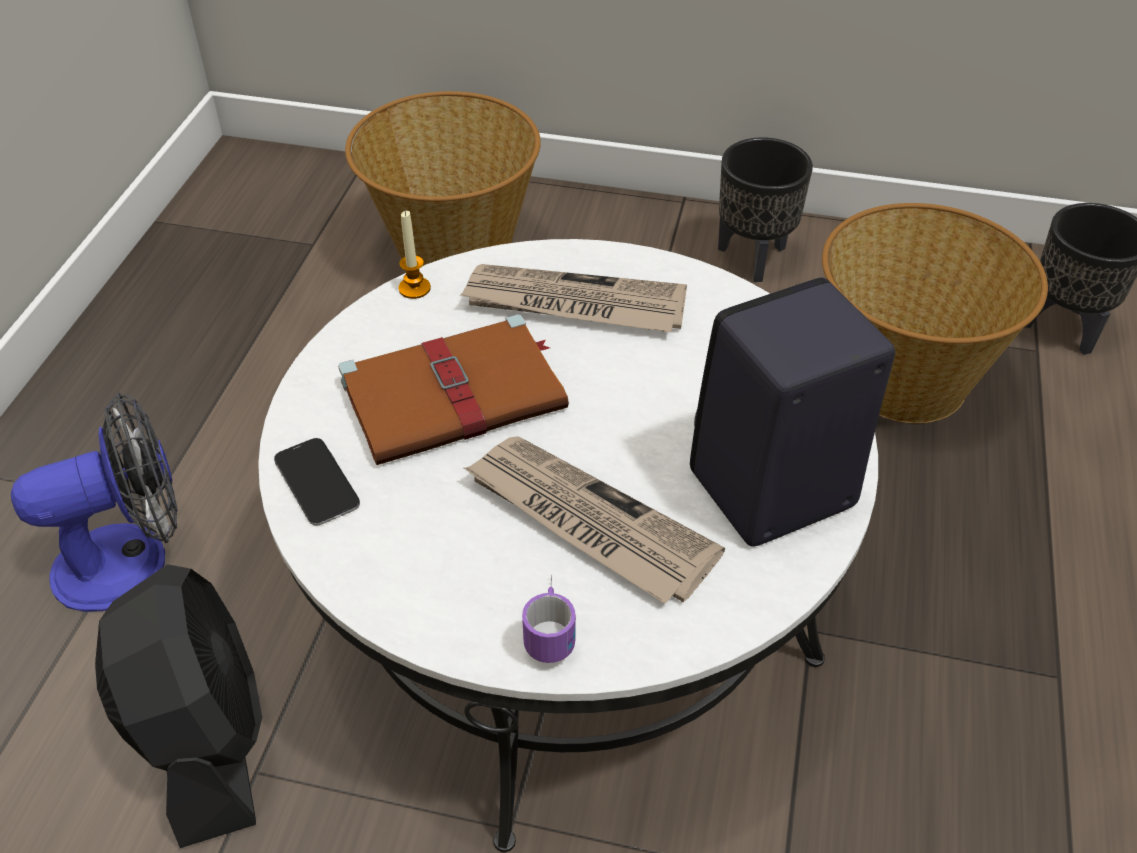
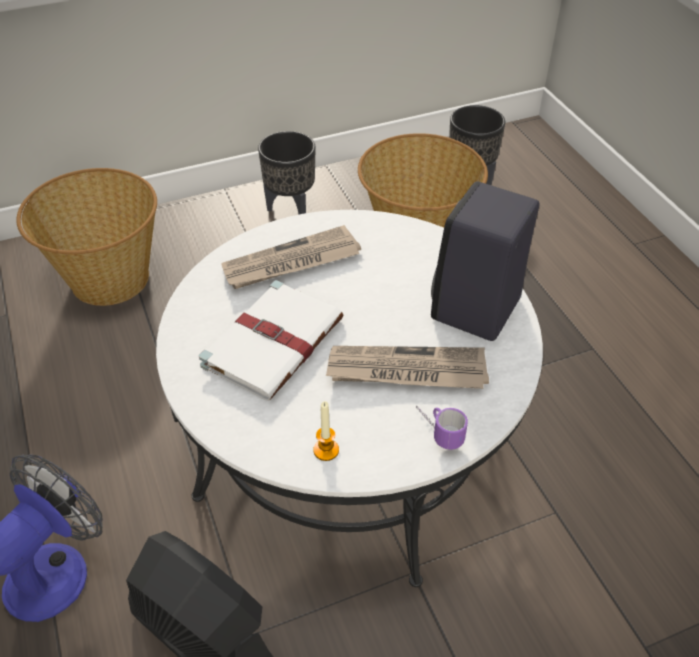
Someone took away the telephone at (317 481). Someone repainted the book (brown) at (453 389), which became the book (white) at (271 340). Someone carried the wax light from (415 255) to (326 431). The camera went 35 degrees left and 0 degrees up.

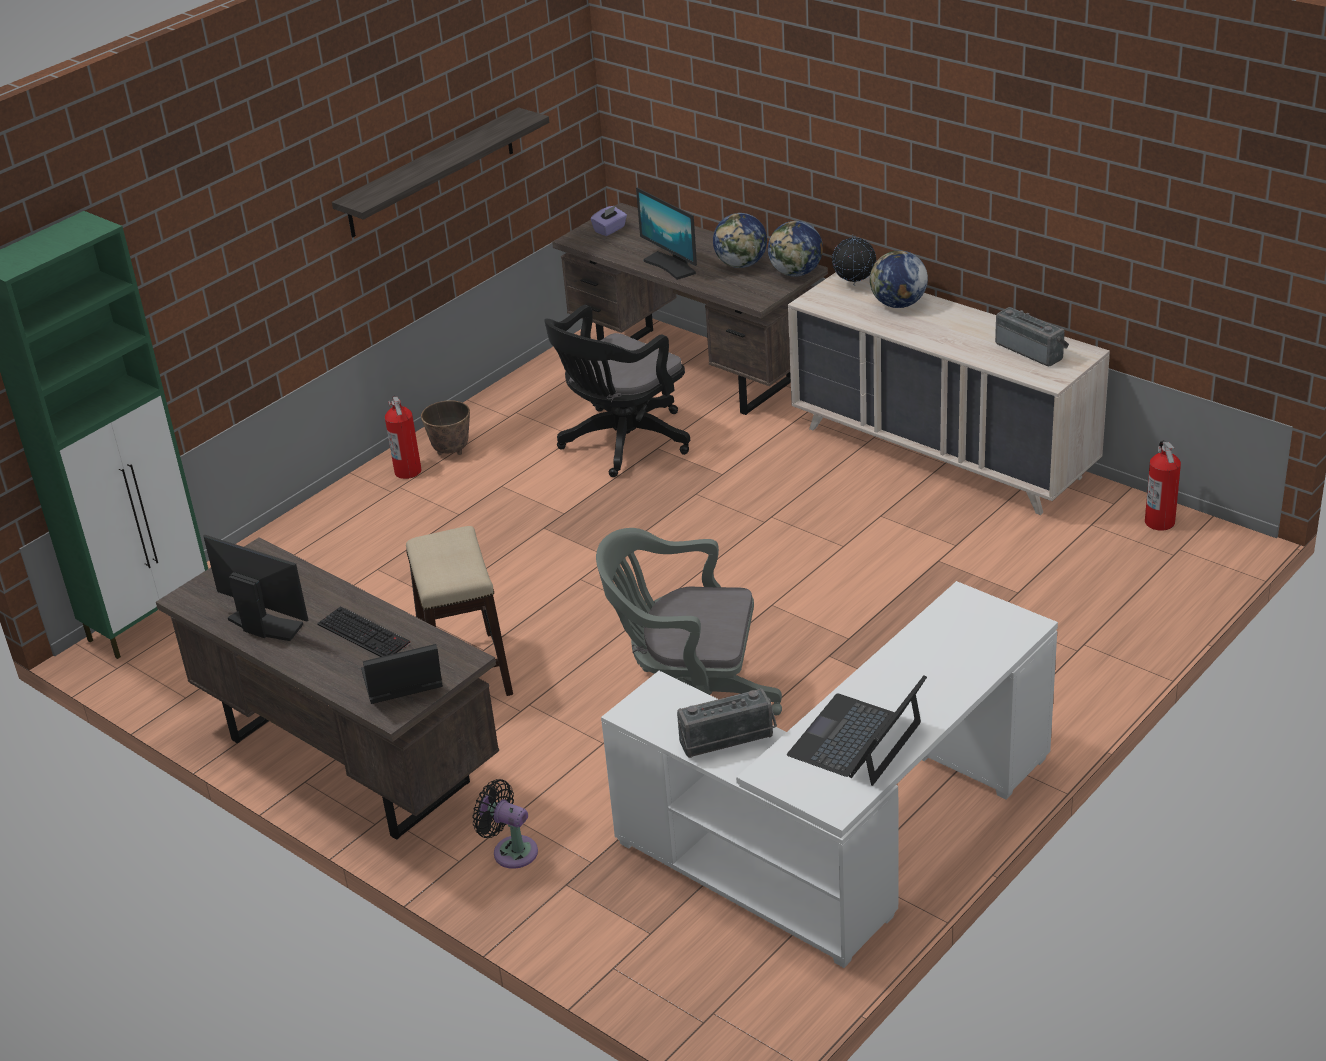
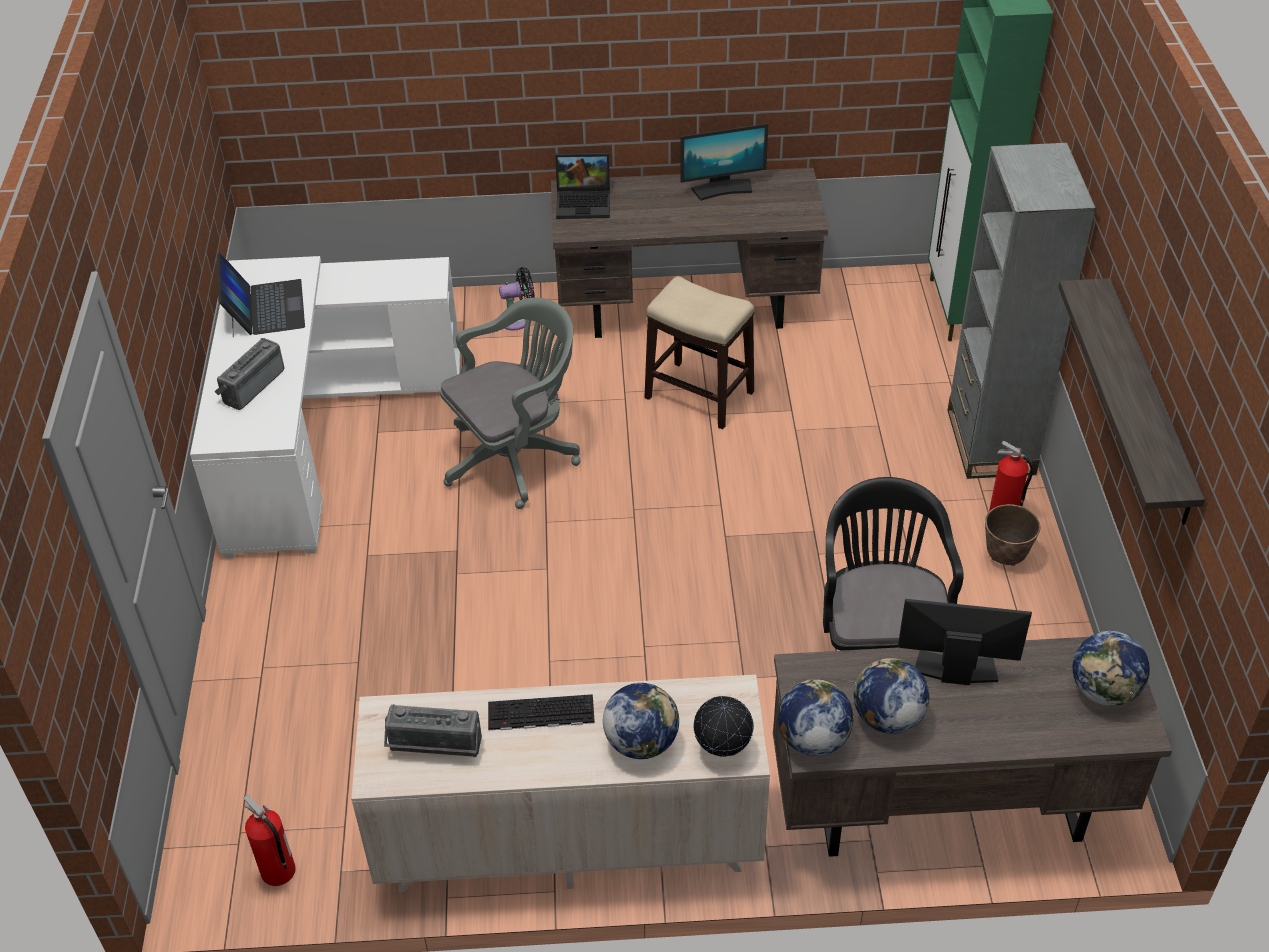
Someone carried the keyboard from (363 631) to (541 712). Someone rotated the laptop at (402 674) by 60 degrees clockwise. Someone swapped the box of tissues (purplish) at (609 220) for the globe at (1111 668). Someone carried the radio from (727 723) to (249 374). Someone put down the bookshelf (gray) at (1021 311). The camera went 135 degrees right and 10 degrees up.

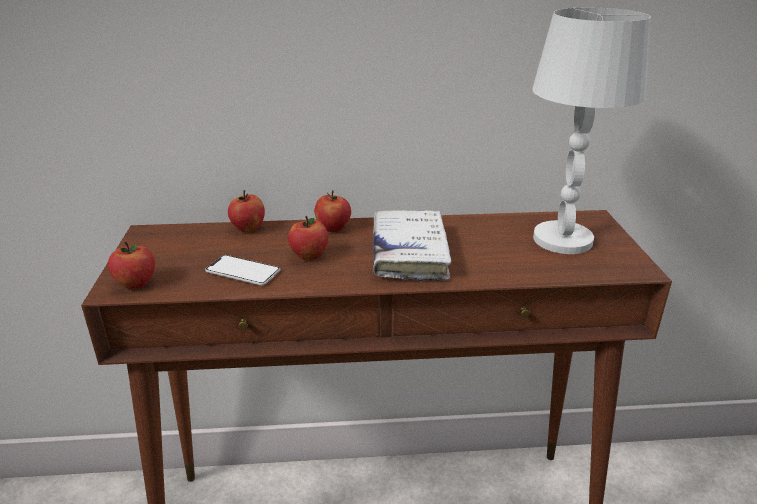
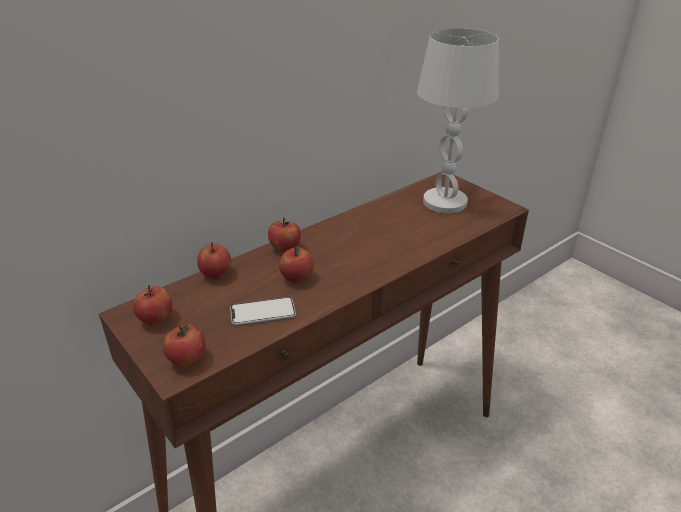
Someone took away the book (white) at (412 246). Someone put down the apple at (153 305). The camera went 35 degrees left and 5 degrees up.

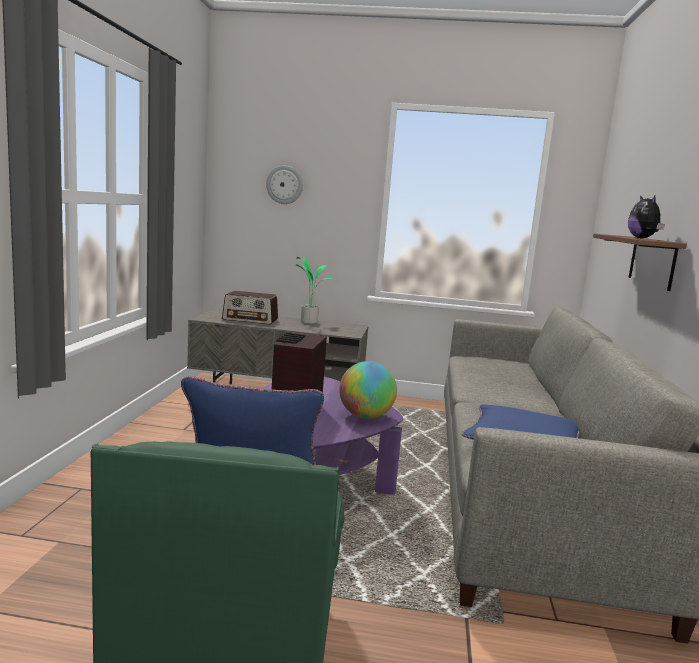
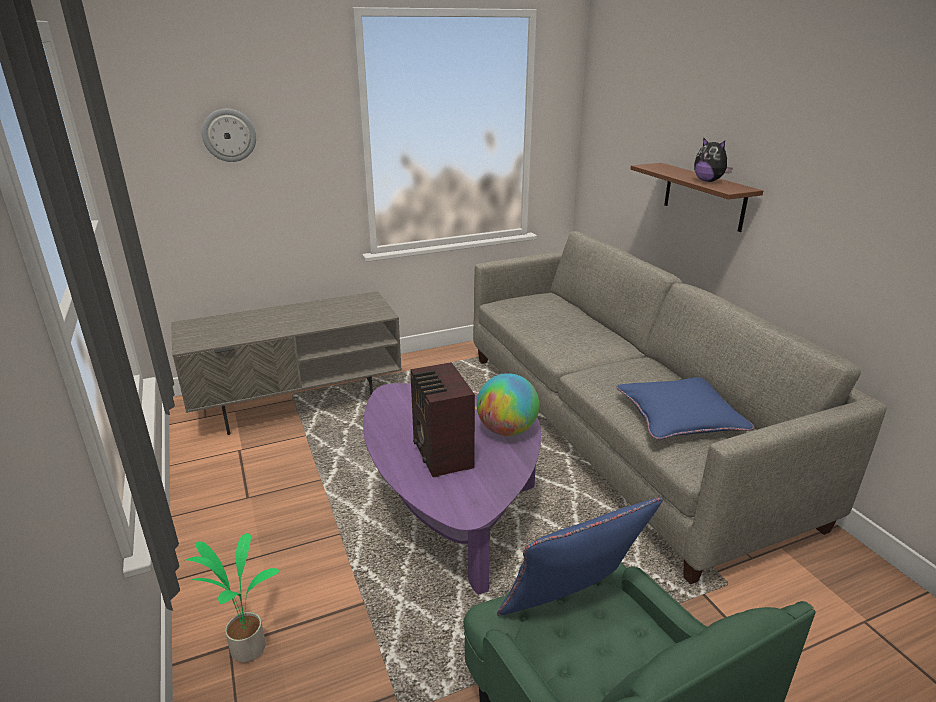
Someone took away the radio at (250 308). Someone carried the houseplant from (314 290) to (233 597). The camera went 30 degrees left and 15 degrees up.

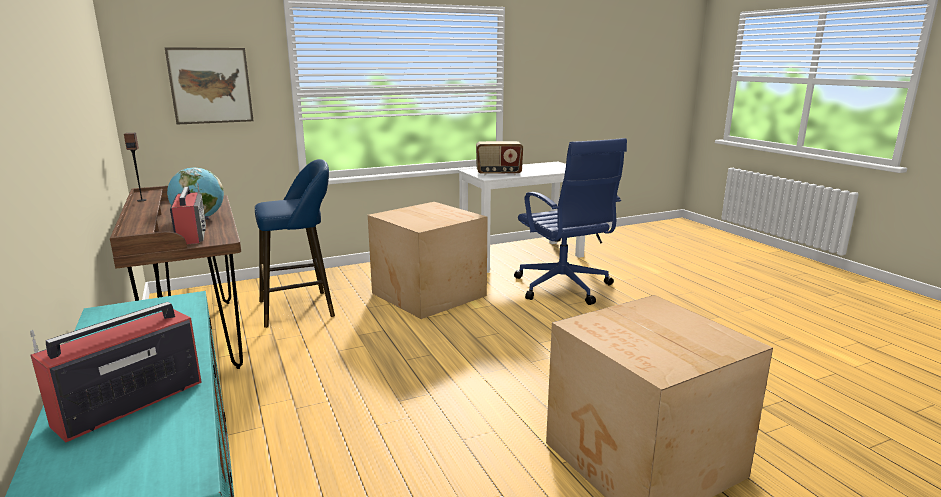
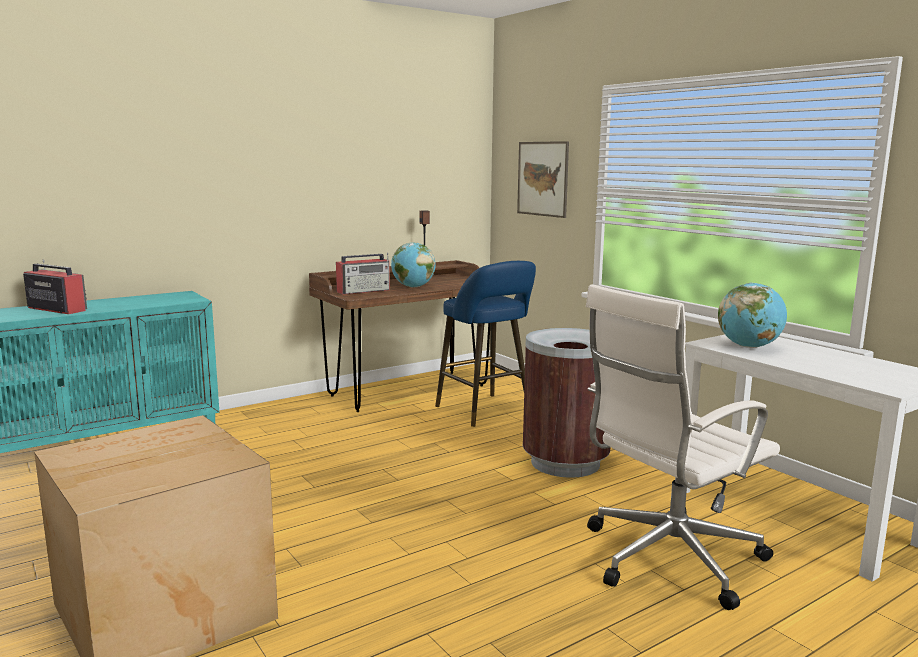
Someone swapped the cardboard box at (428 260) for the trash can (brown) at (566 402). Someone swapped the radio at (499 158) for the globe at (752 315). Someone repainted the desk chair (blue-coloured) at (570 221), which became the desk chair (white) at (683 447). The camera went 80 degrees right and 5 degrees down.

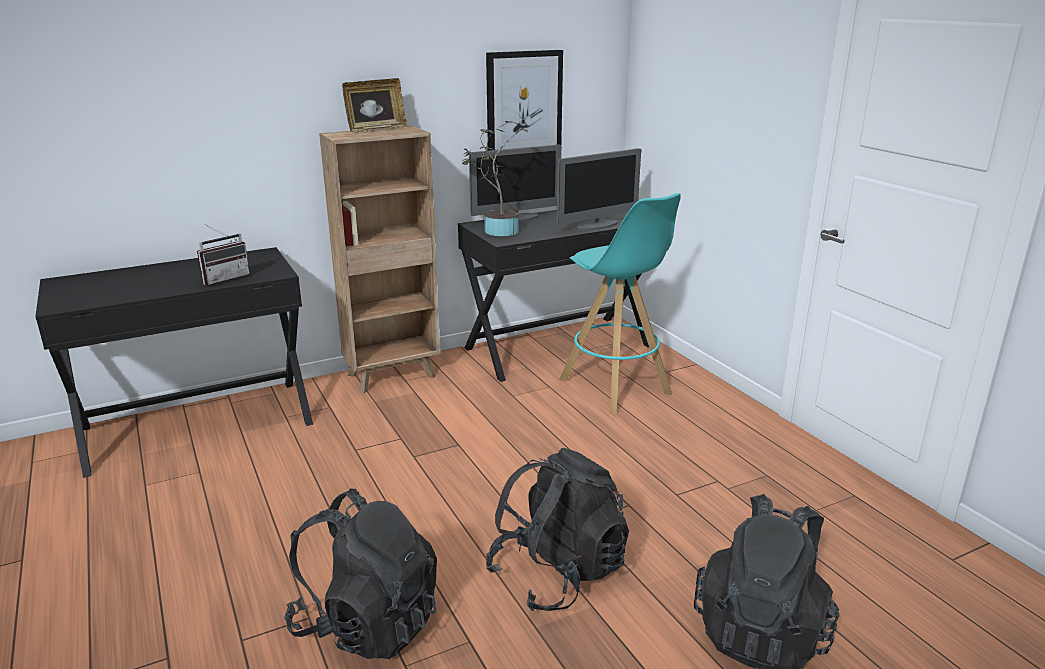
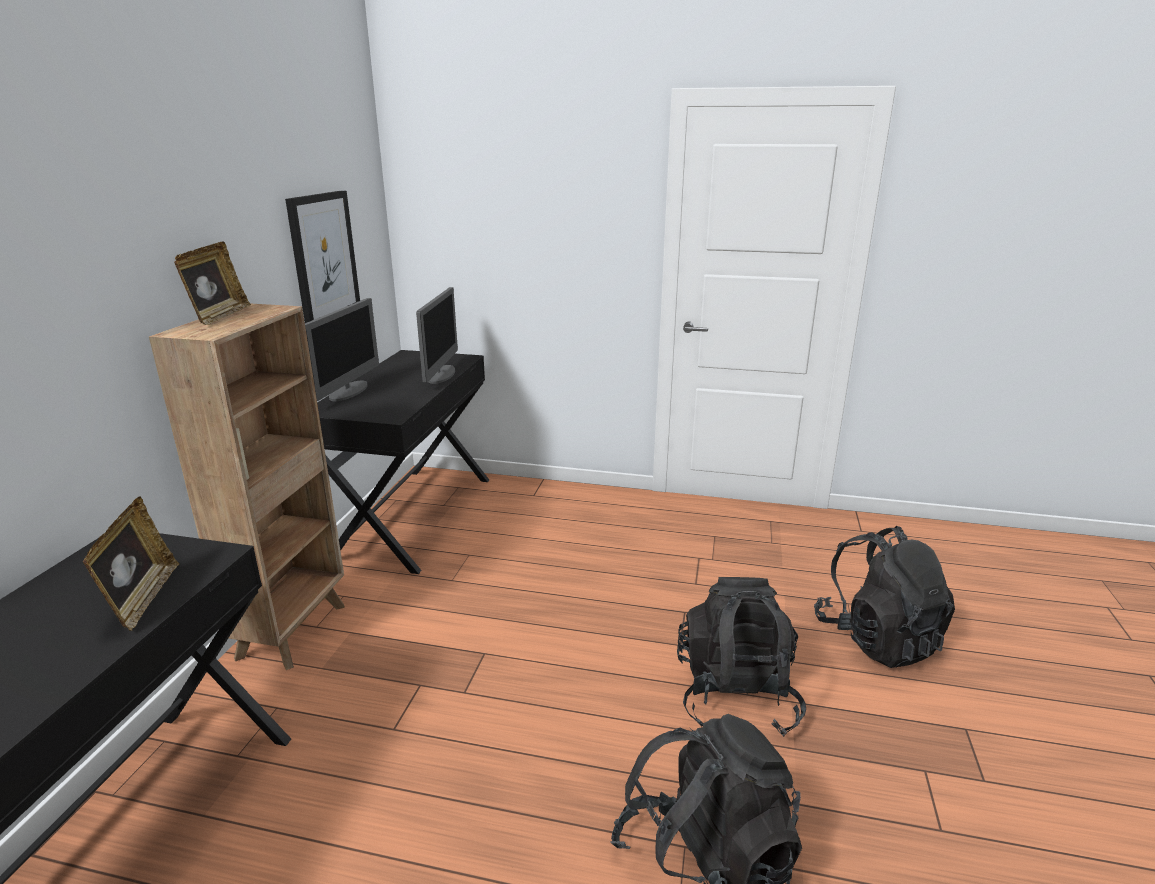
Someone swapped the radio at (223 254) for the photo frame at (131 563). Someone took away the houseplant at (495 178). Someone took away the stool (turquoise) at (620 303). The camera went 50 degrees left and 0 degrees up.

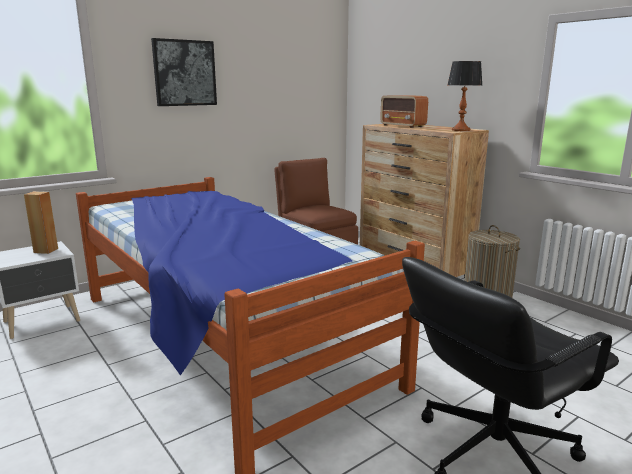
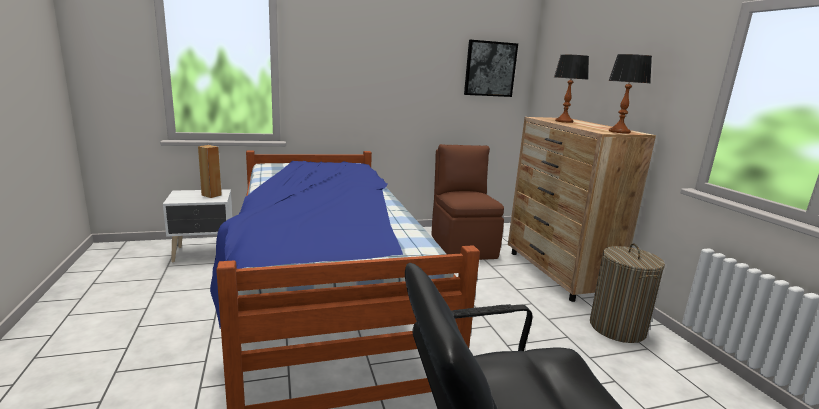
Someone carried the wall art from (184 72) to (491 68). Someone swapped the radio at (404 111) for the table lamp at (571 88). The camera went 20 degrees right and 0 degrees up.

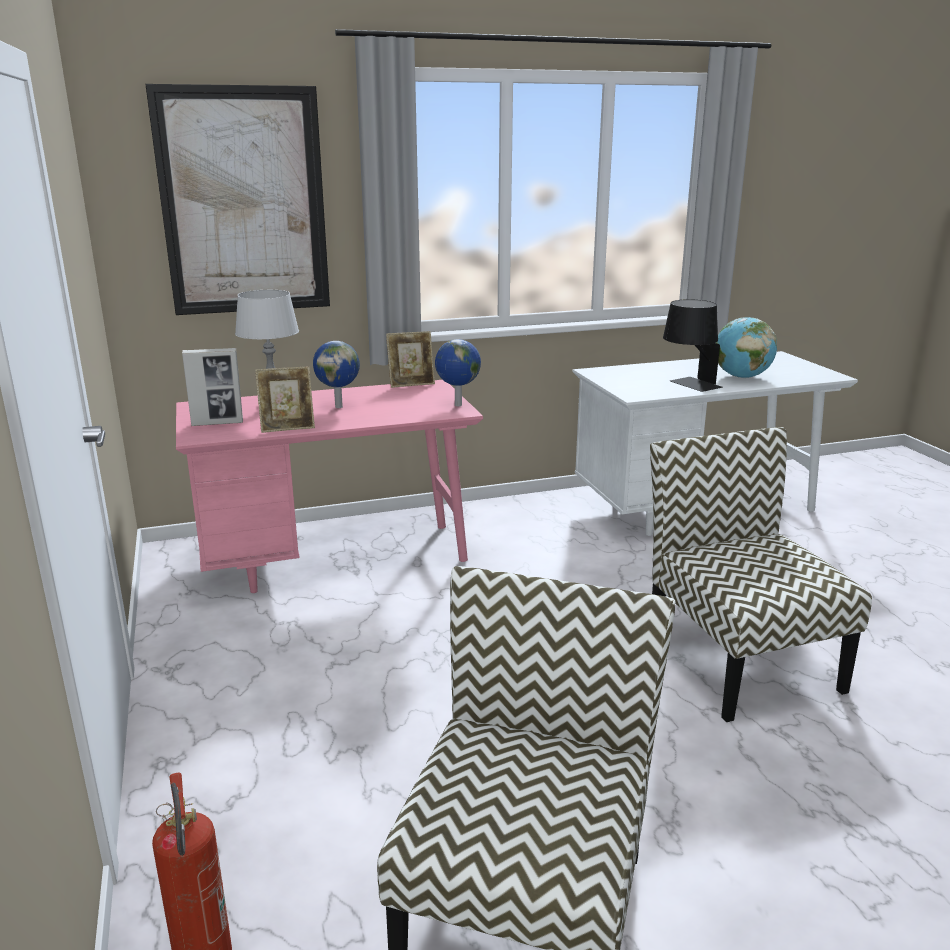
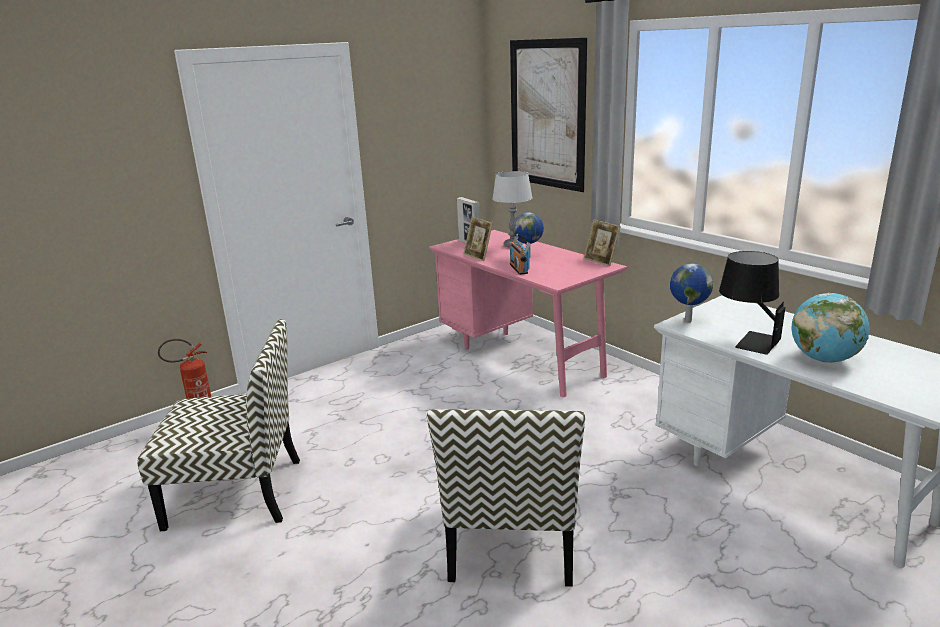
Someone carried the globe from (458 372) to (691 293). Someone rotated the chair at (761 574) by 135 degrees clockwise. Someone put down the radio at (520 254). The camera went 70 degrees right and 0 degrees up.

